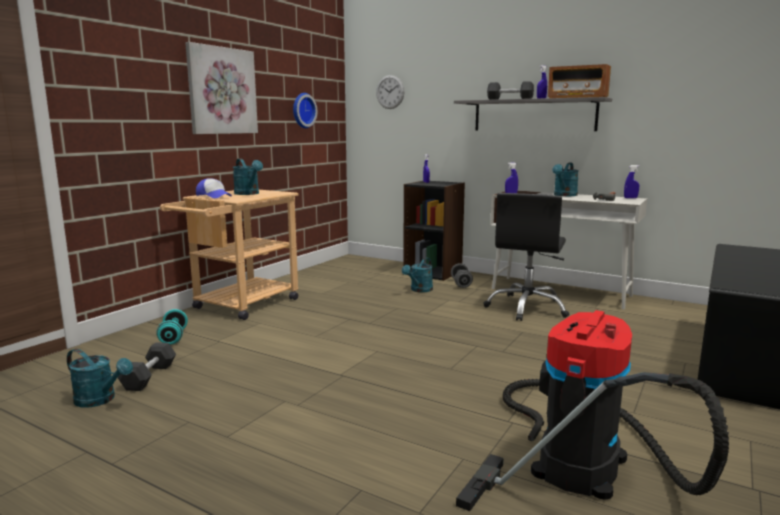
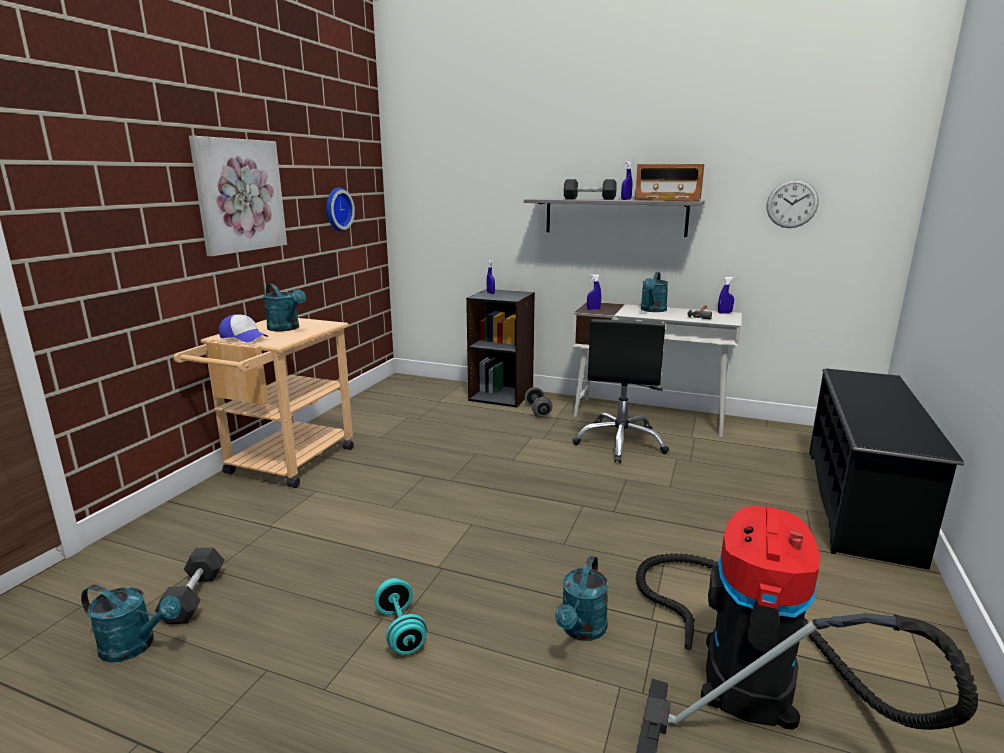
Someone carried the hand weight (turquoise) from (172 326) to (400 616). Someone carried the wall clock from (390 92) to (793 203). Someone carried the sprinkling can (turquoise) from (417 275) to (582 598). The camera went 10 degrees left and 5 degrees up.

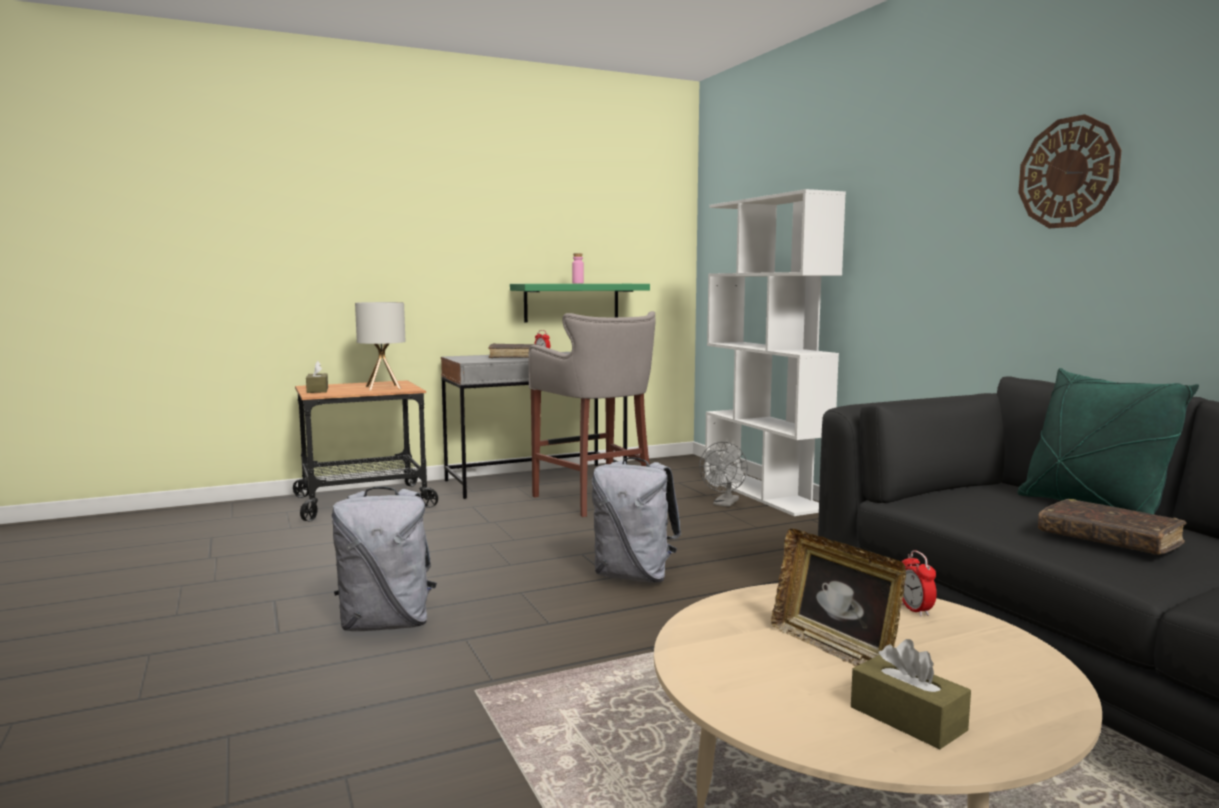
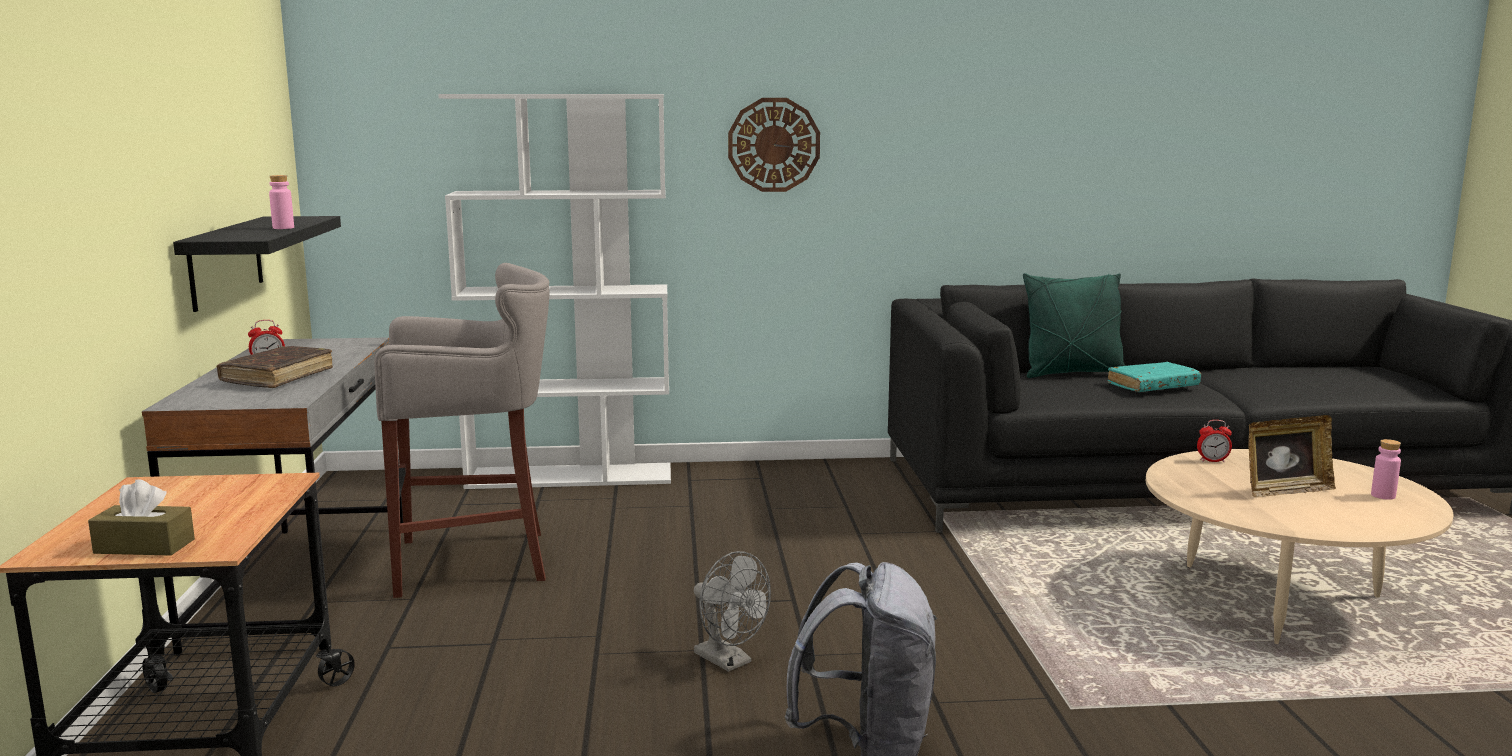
Someone took away the table lamp at (380 346). Someone repainted the bracket shelf (green-coloured) at (580 303), which became the bracket shelf (black) at (257 264). Someone took away the knapsack (gray) at (636 520). Someone carried the cooling fan (gray) from (723 474) to (732 611). Someone swapped the box of tissues (brown) at (911 694) for the drink bottle (pink-coloured) at (1386 469). Someone carried the wall clock from (1070 171) to (774 145). Someone repainted the book (brown) at (1112 527), which became the book (turquoise) at (1154 377). The camera went 70 degrees left and 5 degrees up.

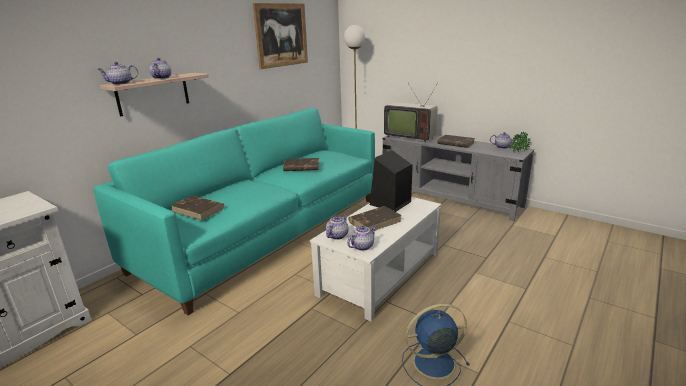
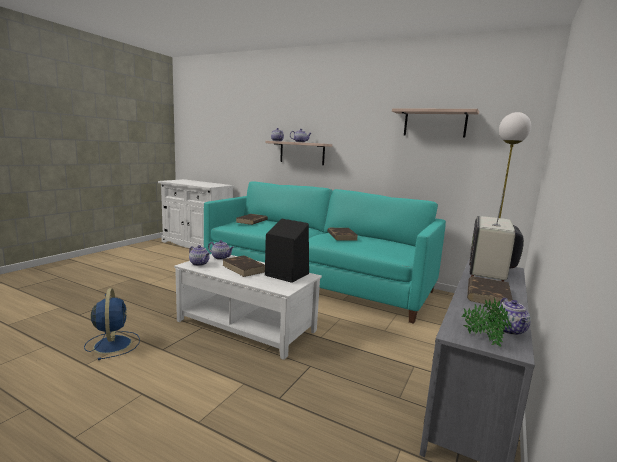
Someone swapped the wall art at (280 36) for the bracket shelf at (435 123). The camera went 80 degrees right and 10 degrees down.

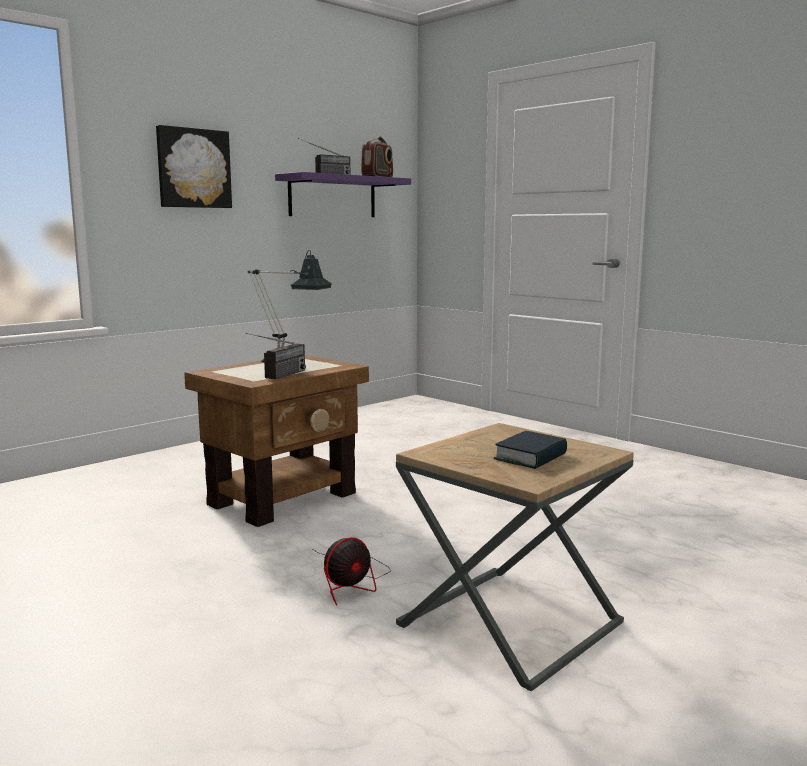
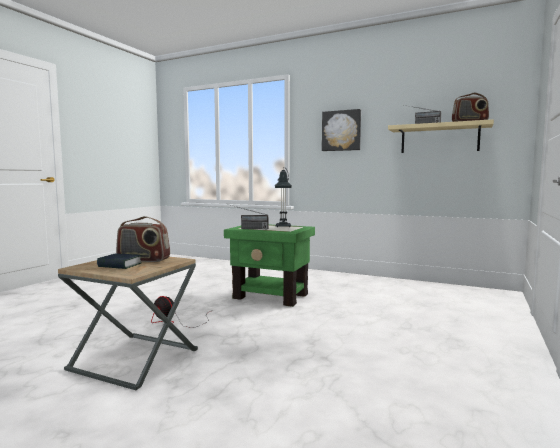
Someone repainted the side table (brown) at (276 441), which became the side table (green-coloured) at (269 265). Someone repainted the bracket shelf (purplish) at (343 194), which became the bracket shelf (beige) at (441 136). Someone put down the radio at (143 239). The camera went 70 degrees right and 5 degrees down.

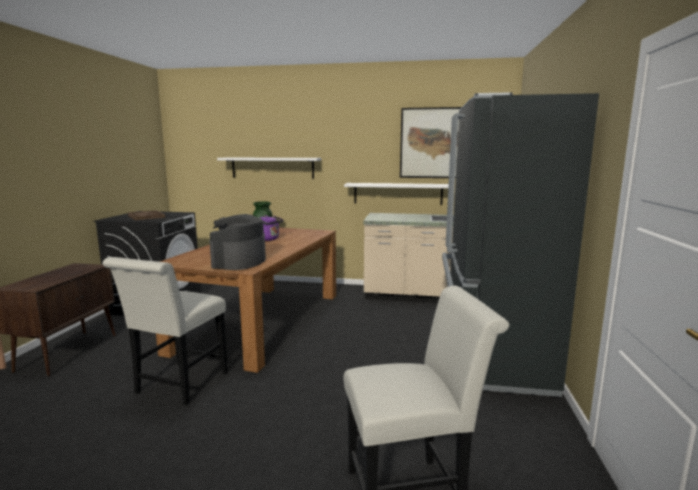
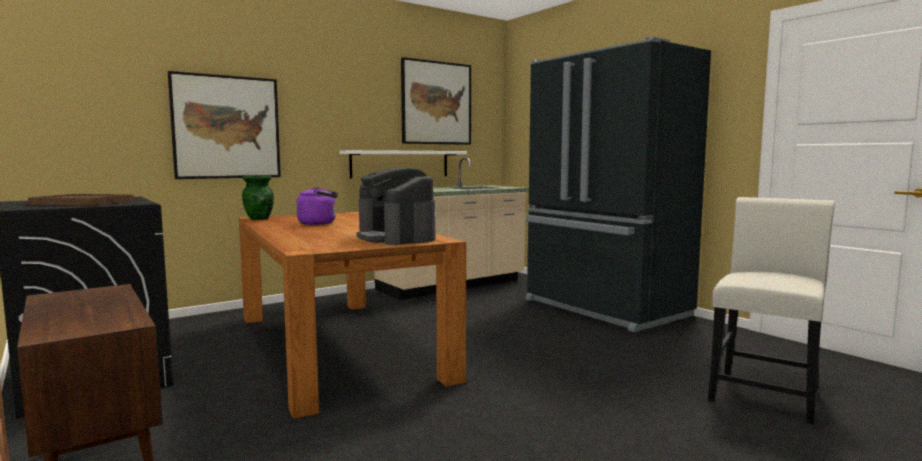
Someone took away the chair (white) at (165 331). Someone swapped the bracket shelf (white) at (269 168) for the wall art at (224 125). The camera went 45 degrees left and 5 degrees down.

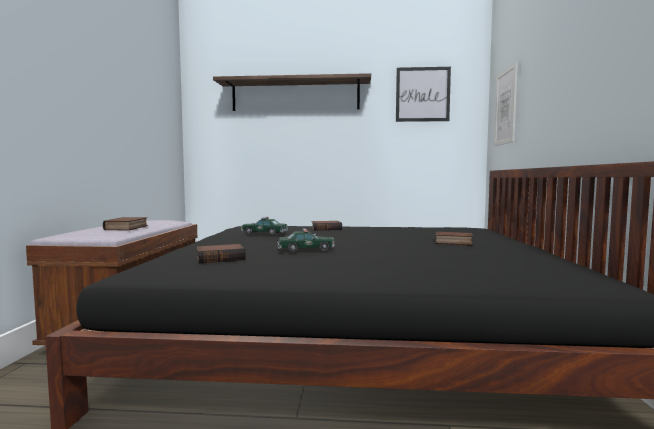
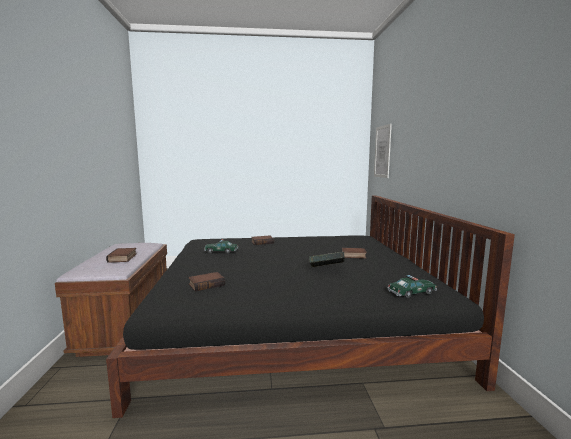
Someone took away the bracket shelf at (292 92). Someone carried the model car from (306 240) to (412 286). Someone took away the wall art at (423 94). Someone put down the book at (327 259). The camera went 10 degrees left and 5 degrees up.

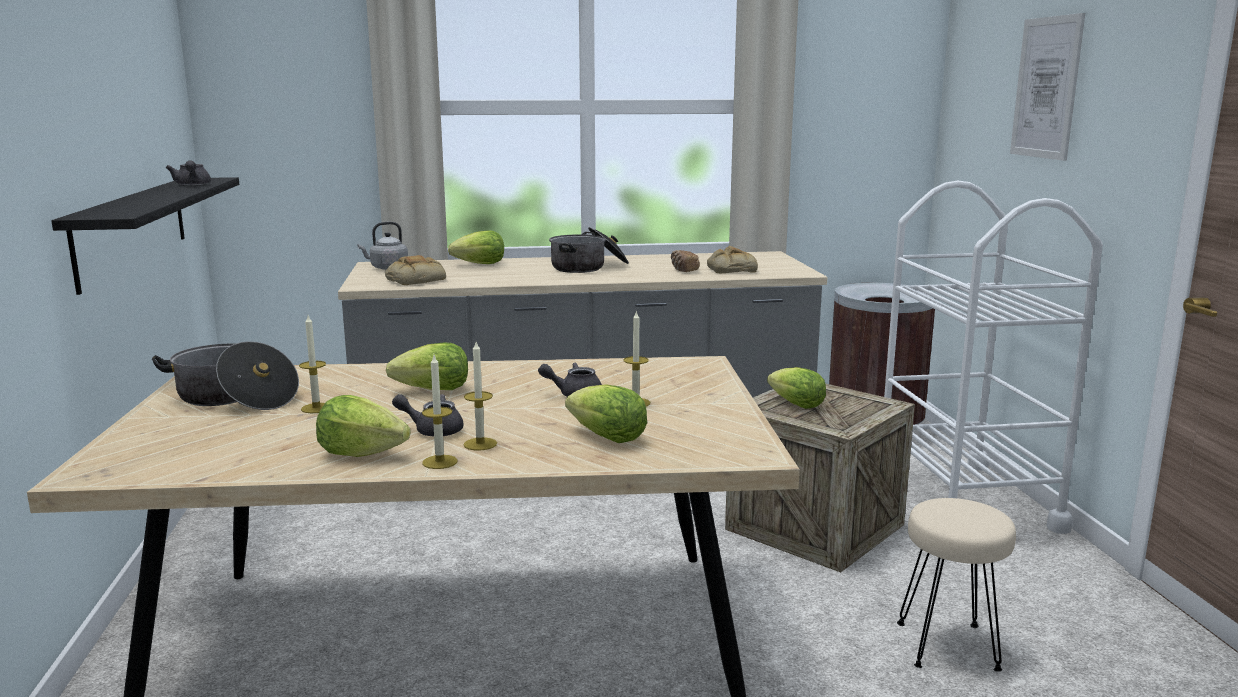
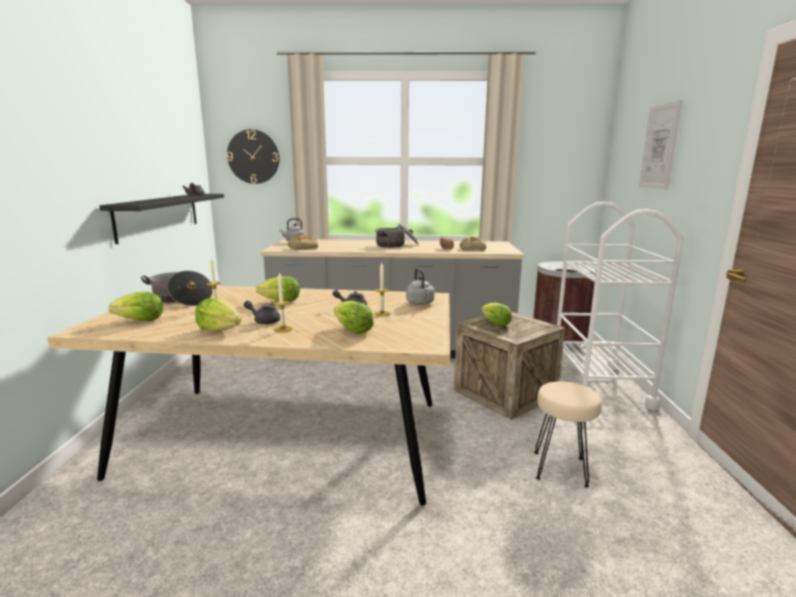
Someone took away the wax light at (440 412). Someone carried the head of lettuce from (476 247) to (136 306). Someone put up the wall clock at (253 156). Someone put down the kettle (gray) at (420 286). The camera went 10 degrees right and 0 degrees up.

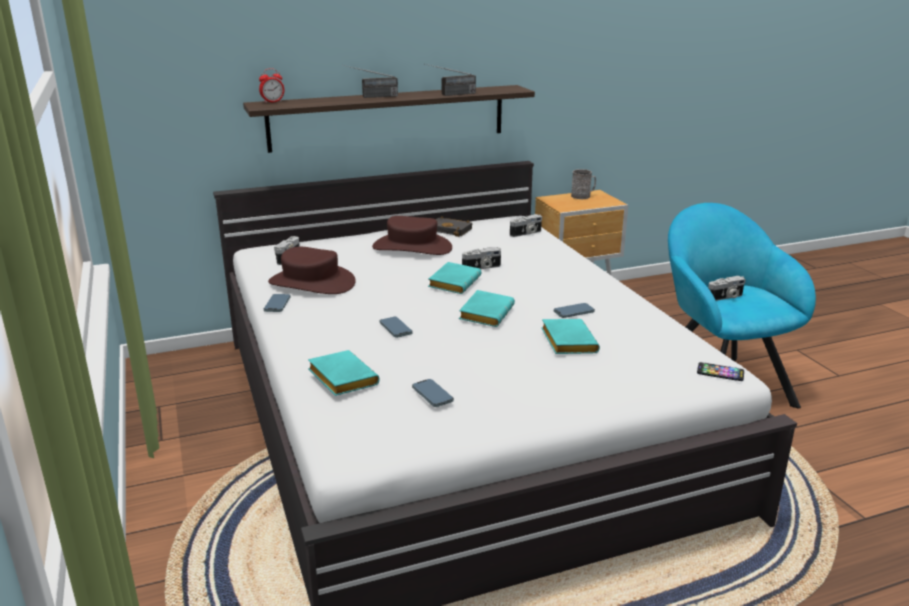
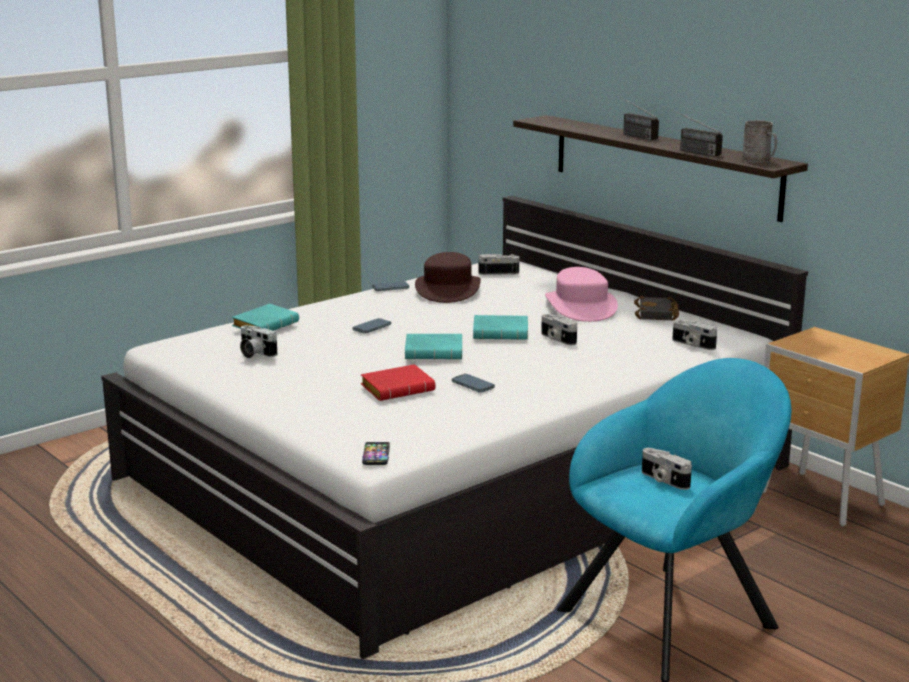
Someone took away the table clock at (271 86). Someone repainted the wearable hat (brown) at (412 235), which became the wearable hat (pink-coloured) at (581 294). Someone swapped the telephone at (433 393) for the still camera at (258 341). Someone repainted the book (turquoise) at (570 336), which became the book (red-coloured) at (398 382). Someone carried the tea mug (gray) from (583 184) to (759 141). The camera went 70 degrees right and 5 degrees down.

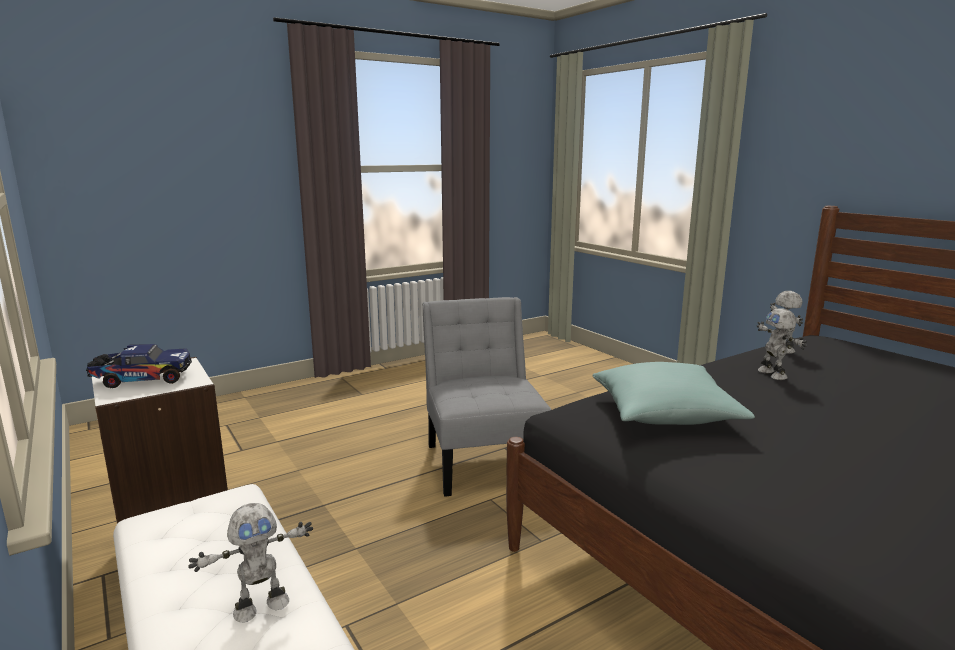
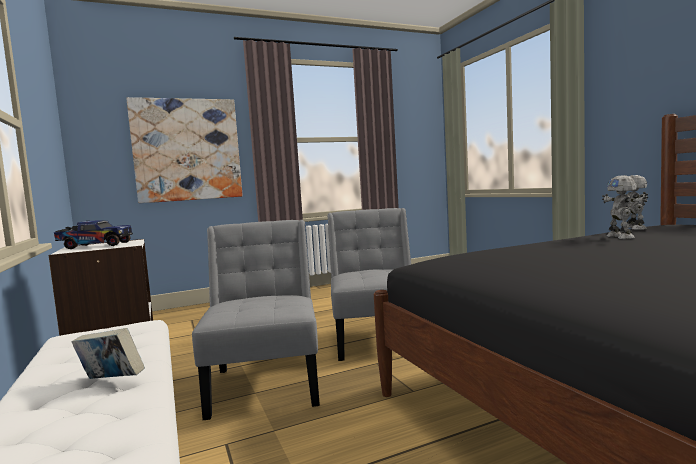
Someone swapped the robot figure at (250 563) for the book at (108 353). Someone took away the cushion (turquoise) at (673 393). Someone put up the wall art at (184 150). Someone put down the chair (gray) at (256 320). The camera went 10 degrees right and 10 degrees down.

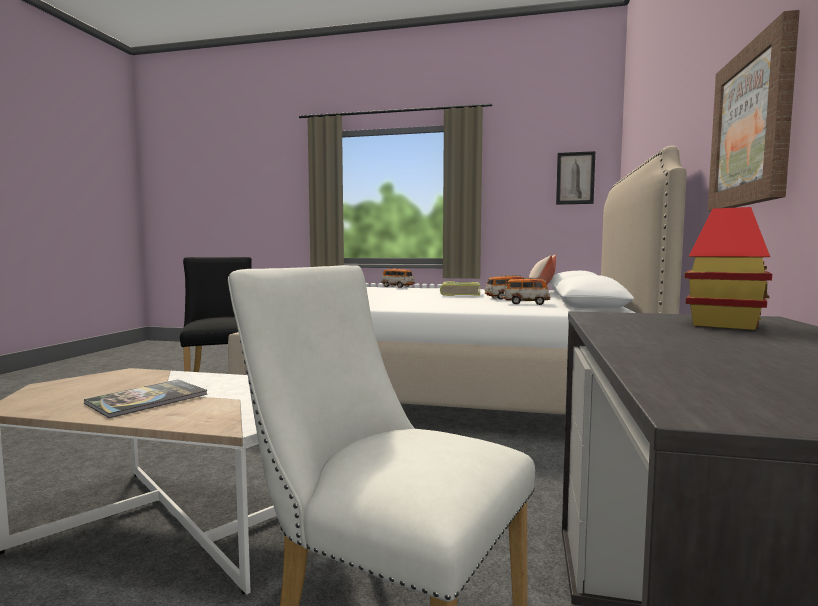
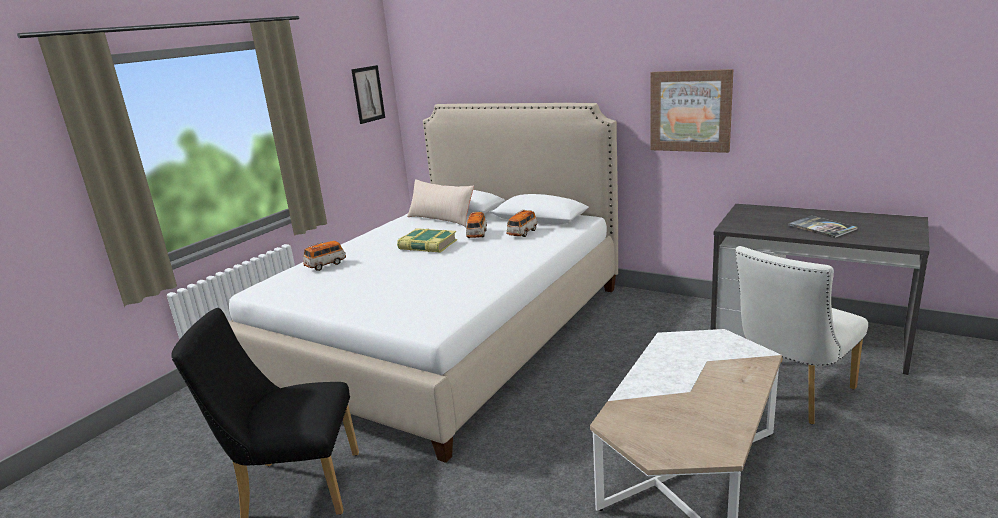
Someone carried the book from (146 399) to (823 226). Someone took away the toy house at (728 268). The camera went 70 degrees left and 15 degrees up.

